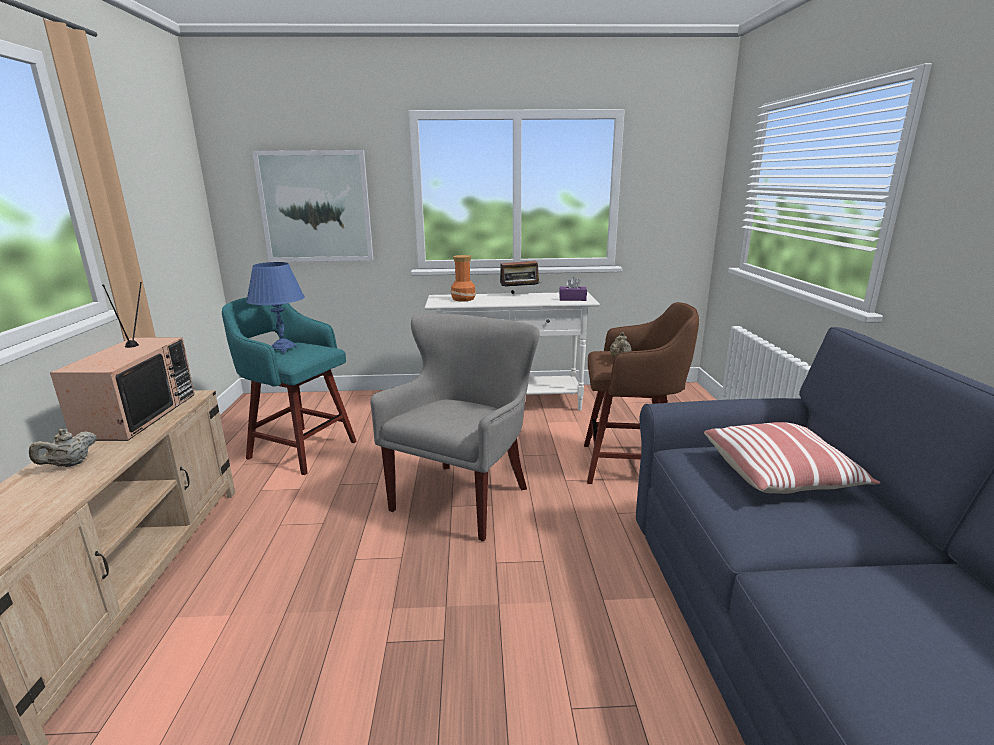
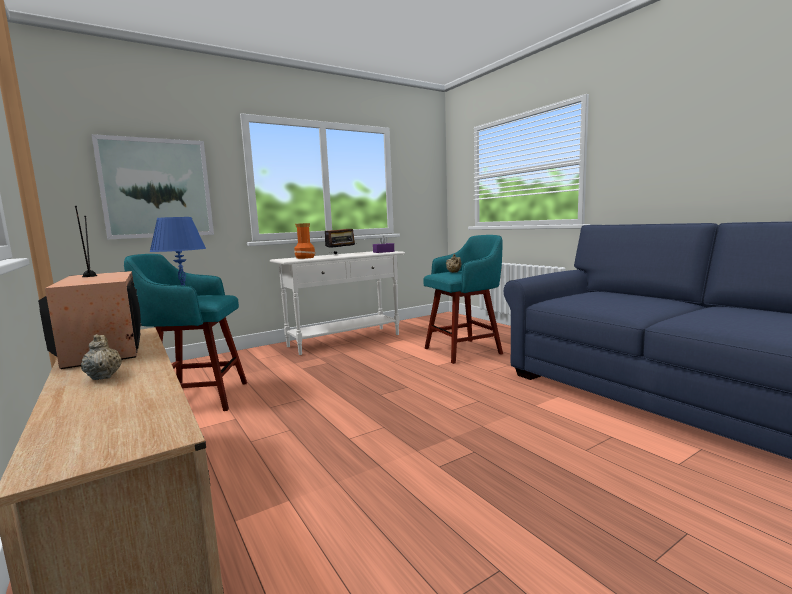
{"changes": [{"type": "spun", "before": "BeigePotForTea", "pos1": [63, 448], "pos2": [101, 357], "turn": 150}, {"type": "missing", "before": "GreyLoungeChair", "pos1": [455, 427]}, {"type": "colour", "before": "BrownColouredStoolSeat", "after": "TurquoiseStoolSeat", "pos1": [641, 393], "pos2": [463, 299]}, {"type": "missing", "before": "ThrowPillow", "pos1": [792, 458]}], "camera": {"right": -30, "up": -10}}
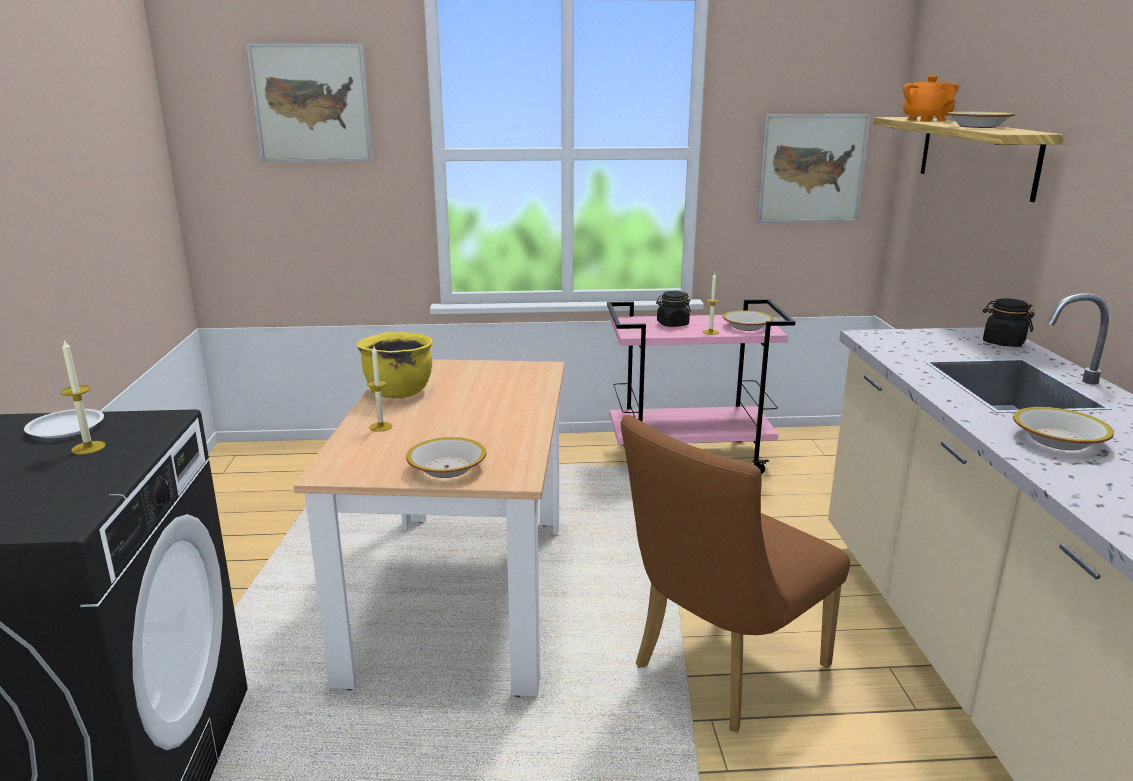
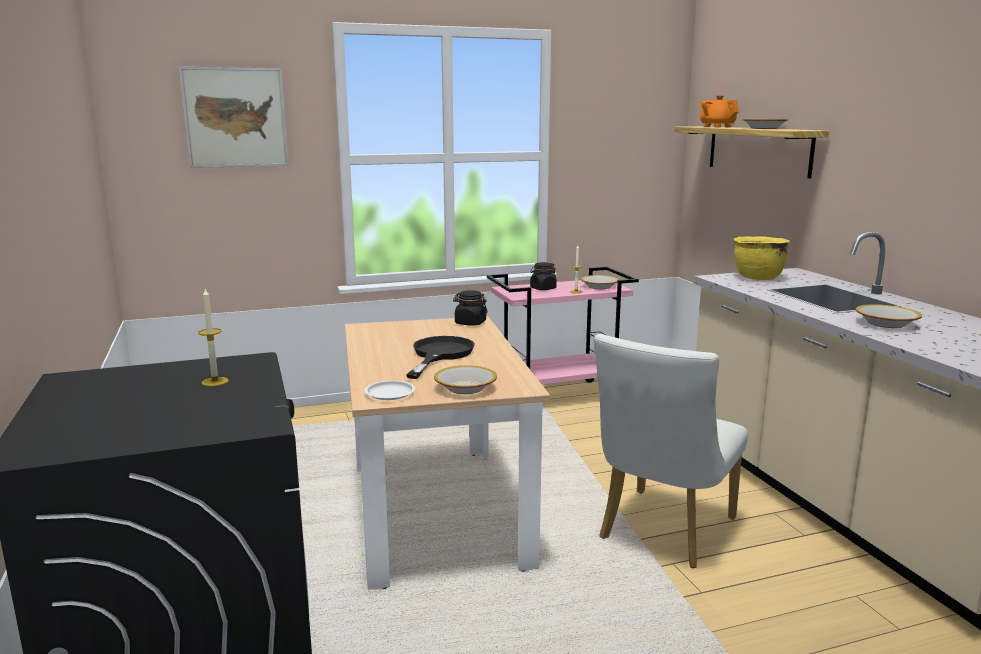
{"changes": [{"type": "relocated", "before": "WhitePlate", "pos1": [64, 423], "pos2": [390, 390]}, {"type": "relocated", "before": "YellowishSaucepot", "pos1": [394, 365], "pos2": [762, 258]}, {"type": "missing", "before": "WaxLight", "pos1": [380, 389]}, {"type": "colour", "before": "BrownColouredPlainChair", "after": "WhitePlainChair", "pos1": [735, 574], "pos2": [671, 451]}, {"type": "missing", "before": "Picture", "pos1": [814, 168]}, {"type": "relocated", "before": "BlackColouredPreserveJar", "pos1": [1009, 322], "pos2": [470, 308]}, {"type": "appeared", "after": "BlackColouredFryingPan", "pos2": [440, 357]}], "camera": {"right": -15, "up": -5}}
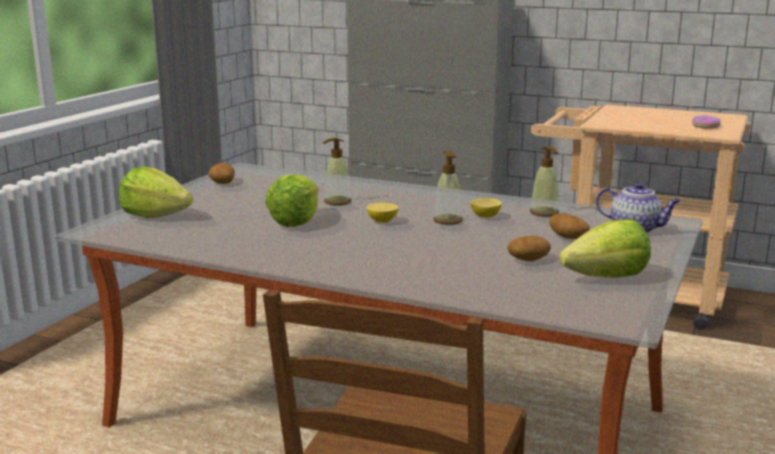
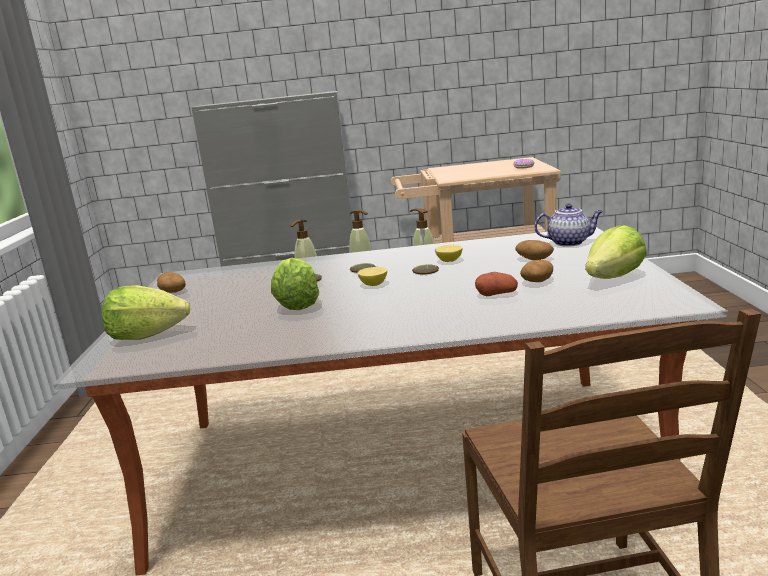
{"changes": [{"type": "relocated", "before": "SoapDispenser", "pos1": [544, 182], "pos2": [362, 241]}, {"type": "appeared", "after": "WholePotato", "pos2": [496, 284]}], "camera": {"right": -25, "up": 0}}
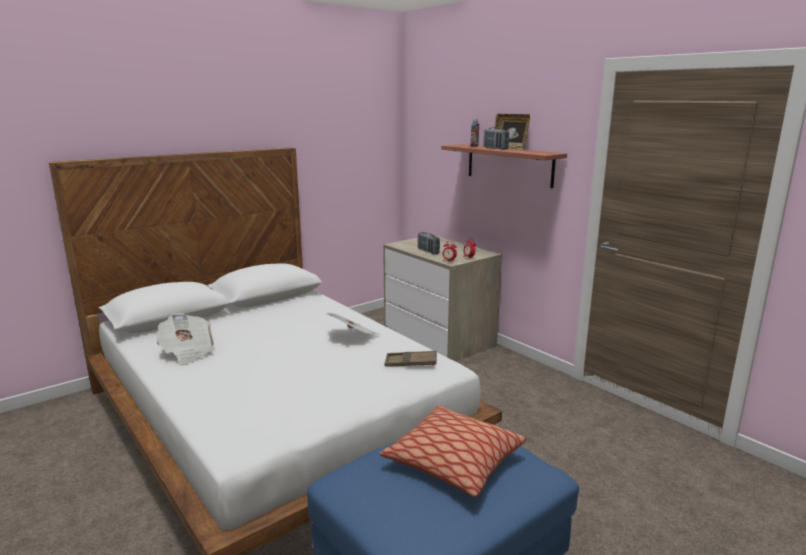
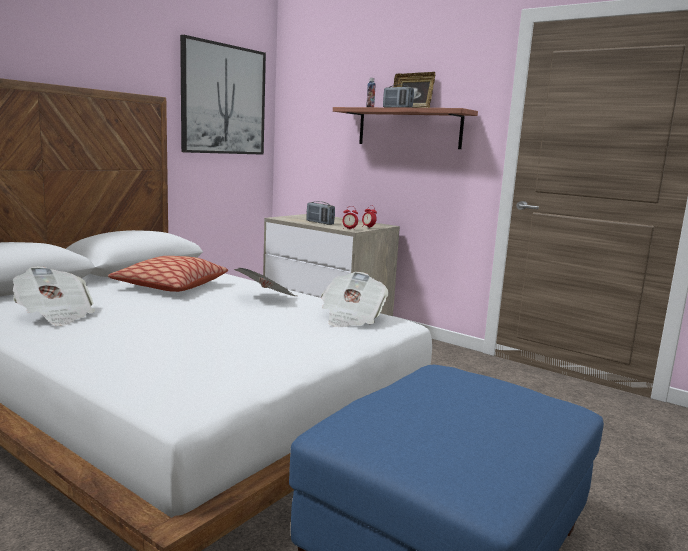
{"changes": [{"type": "relocated", "before": "ThrowPillow", "pos1": [453, 451], "pos2": [168, 274]}, {"type": "exchanged", "before": "BrownColouredTray", "after": "PrintedPaper", "pos1": [411, 358], "pos2": [355, 299]}, {"type": "appeared", "after": "Picture", "pos2": [223, 95]}], "camera": {"right": -15, "up": -5}}
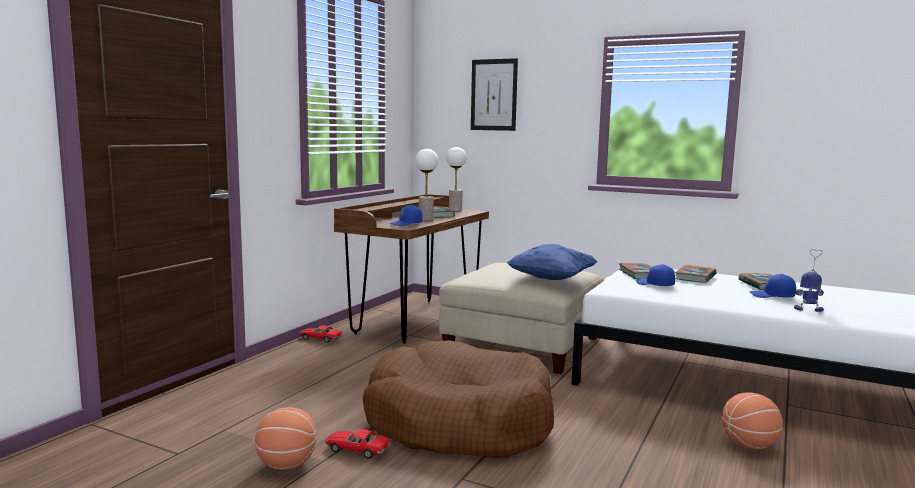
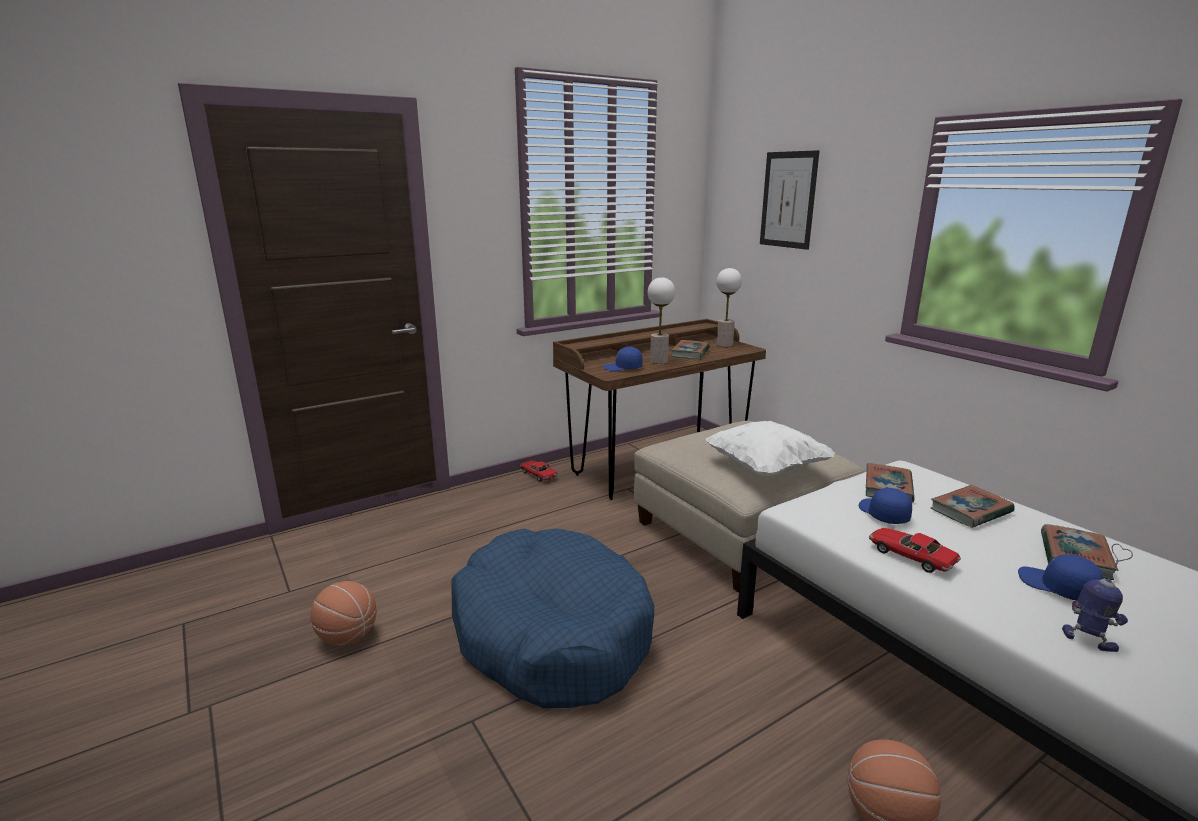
{"changes": [{"type": "relocated", "before": "ToyCar", "pos1": [358, 444], "pos2": [915, 550]}, {"type": "colour", "before": "BrownColouredDogCushion", "after": "BlueDogCushion", "pos1": [458, 399], "pos2": [552, 618]}, {"type": "colour", "before": "BlueThrowPillow", "after": "WhiteThrowPillow", "pos1": [552, 262], "pos2": [770, 449]}], "camera": {"right": 30, "up": 10}}
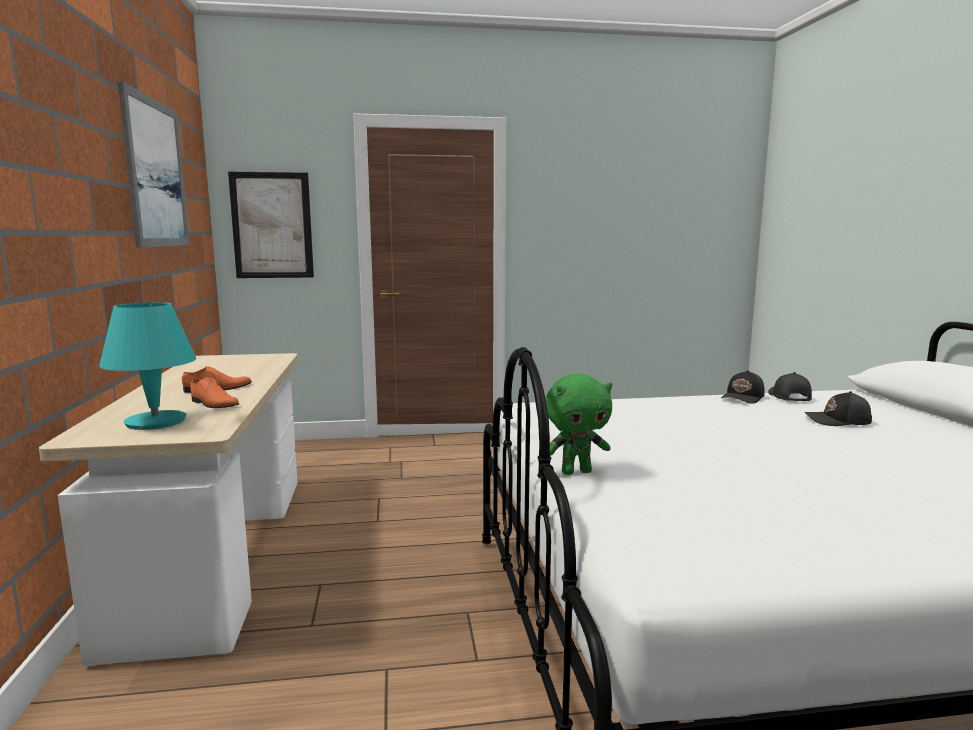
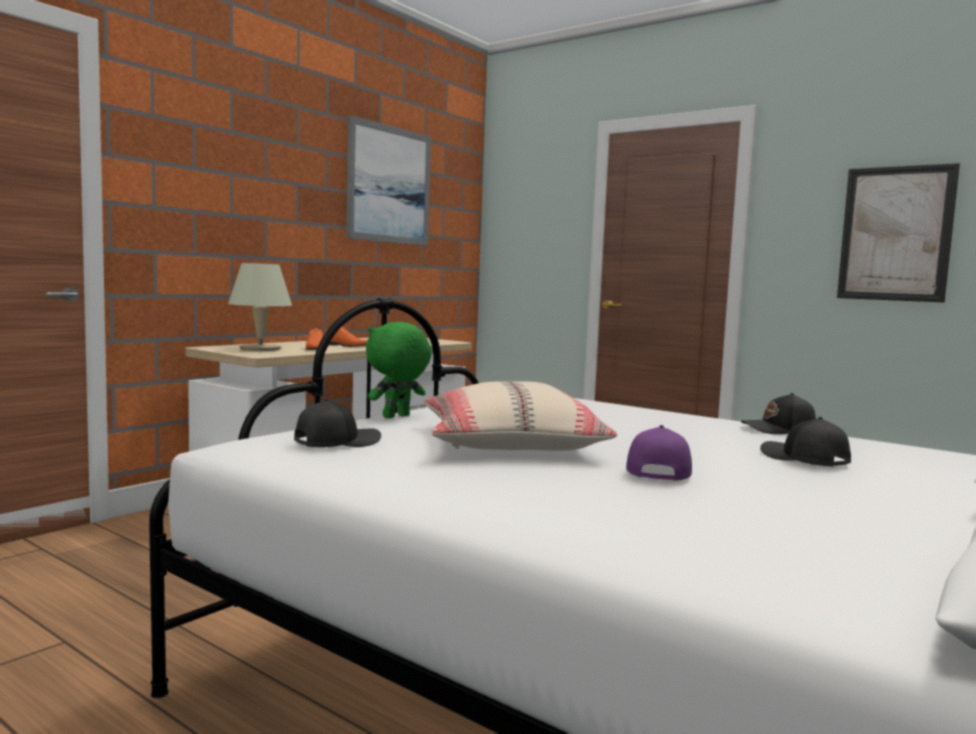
{"changes": [{"type": "colour", "before": "TurquoiseTableLamp", "after": "BeigeTableLamp", "pos1": [147, 366], "pos2": [260, 307]}, {"type": "relocated", "before": "Picture", "pos1": [271, 225], "pos2": [898, 232]}, {"type": "spun", "before": "GreenCuddlyToy", "pos1": [579, 424], "pos2": [399, 370], "turn": 105}, {"type": "relocated", "before": "BlackColouredCap", "pos1": [790, 386], "pos2": [337, 423]}, {"type": "appeared", "after": "BeigeThrowPillow", "pos2": [520, 416]}, {"type": "appeared", "after": "PurpleCap", "pos2": [659, 453]}], "camera": {"right": 45, "up": -5}}
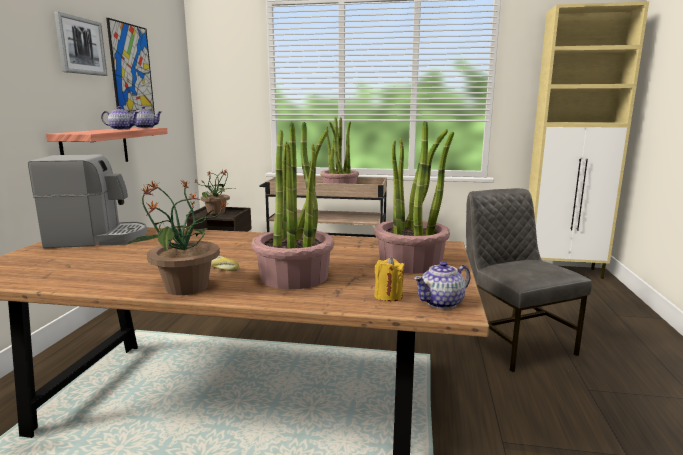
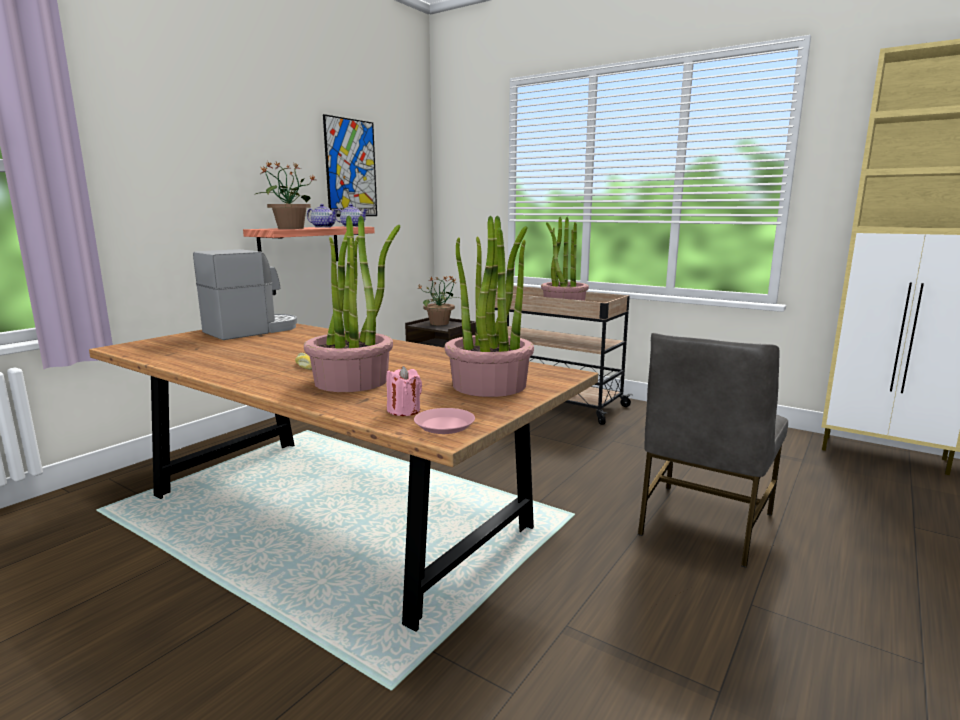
{"changes": [{"type": "spun", "before": "CoffeeMachine", "pos1": [87, 201], "pos2": [245, 294], "turn": -60}, {"type": "missing", "before": "Picture", "pos1": [80, 44]}, {"type": "relocated", "before": "PottedPlant", "pos1": [177, 237], "pos2": [285, 195]}, {"type": "colour", "before": "YellowishWaxLight", "after": "PinkColouredWaxLight", "pos1": [389, 279], "pos2": [404, 391]}, {"type": "exchanged", "before": "PotForTea", "after": "PinkColouredPlate", "pos1": [441, 285], "pos2": [444, 421]}, {"type": "spun", "before": "GreyPlainChair", "pos1": [529, 280], "pos2": [713, 450], "turn": -150}], "camera": {"right": 25, "up": 0}}
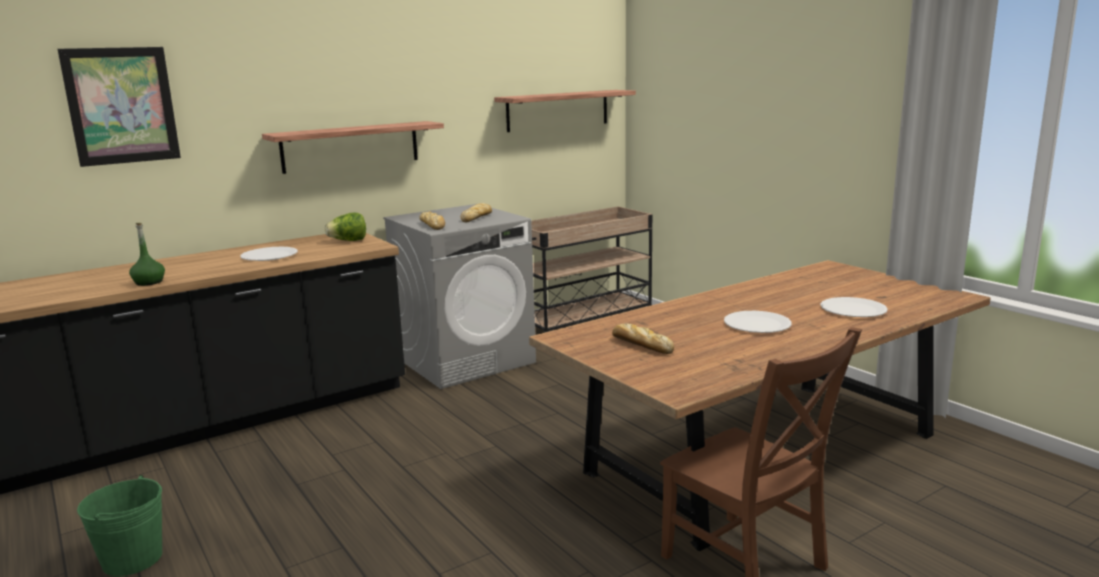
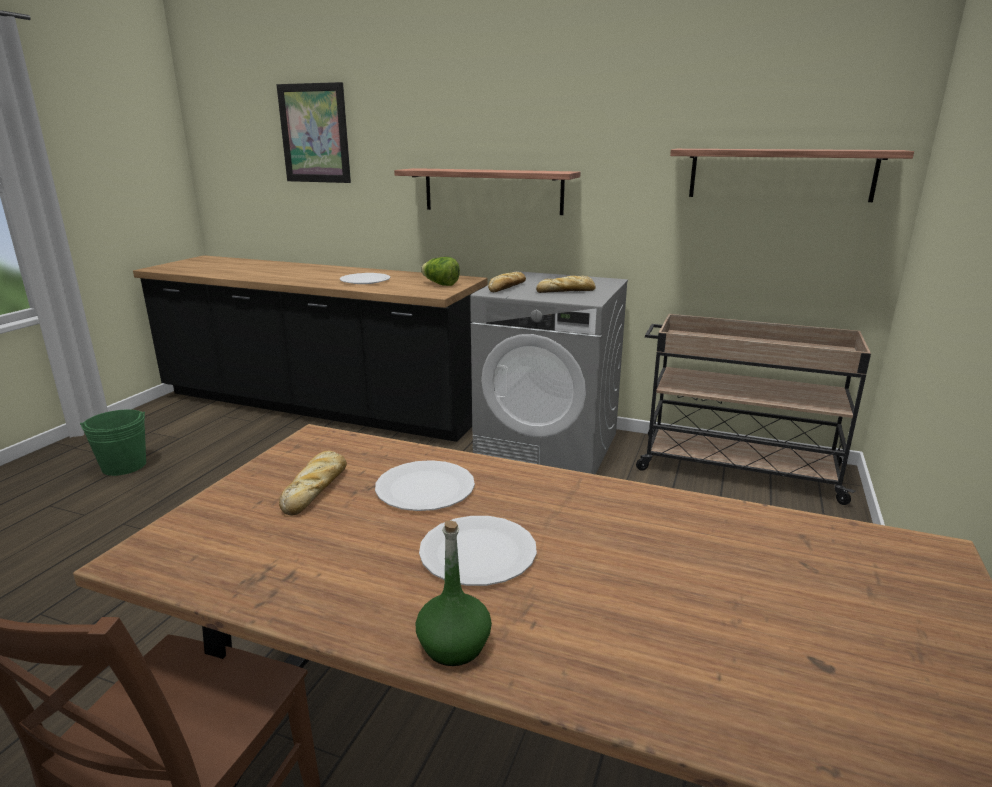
{"changes": [{"type": "relocated", "before": "GreenBottle", "pos1": [147, 254], "pos2": [454, 593]}, {"type": "relocated", "before": "WhitePlate", "pos1": [854, 307], "pos2": [425, 485]}], "camera": {"right": 55, "up": 5}}
